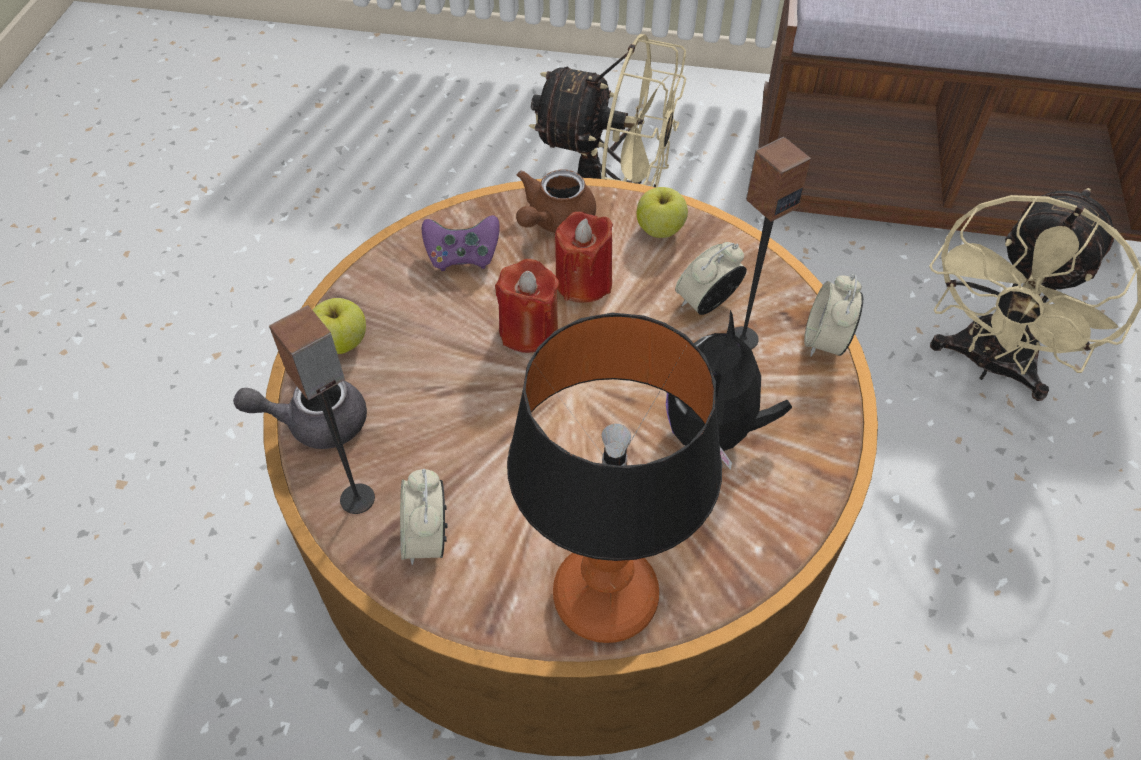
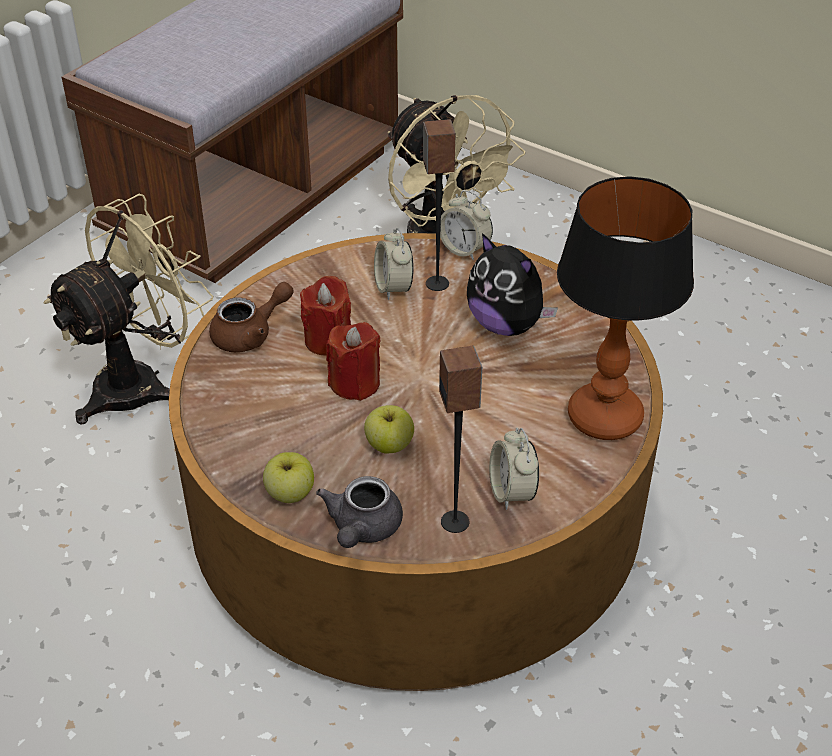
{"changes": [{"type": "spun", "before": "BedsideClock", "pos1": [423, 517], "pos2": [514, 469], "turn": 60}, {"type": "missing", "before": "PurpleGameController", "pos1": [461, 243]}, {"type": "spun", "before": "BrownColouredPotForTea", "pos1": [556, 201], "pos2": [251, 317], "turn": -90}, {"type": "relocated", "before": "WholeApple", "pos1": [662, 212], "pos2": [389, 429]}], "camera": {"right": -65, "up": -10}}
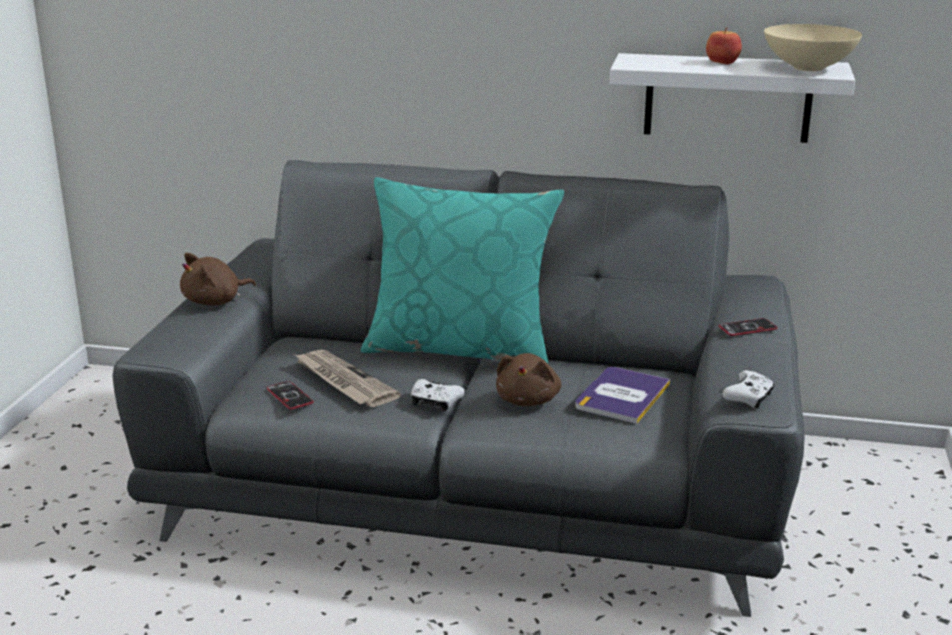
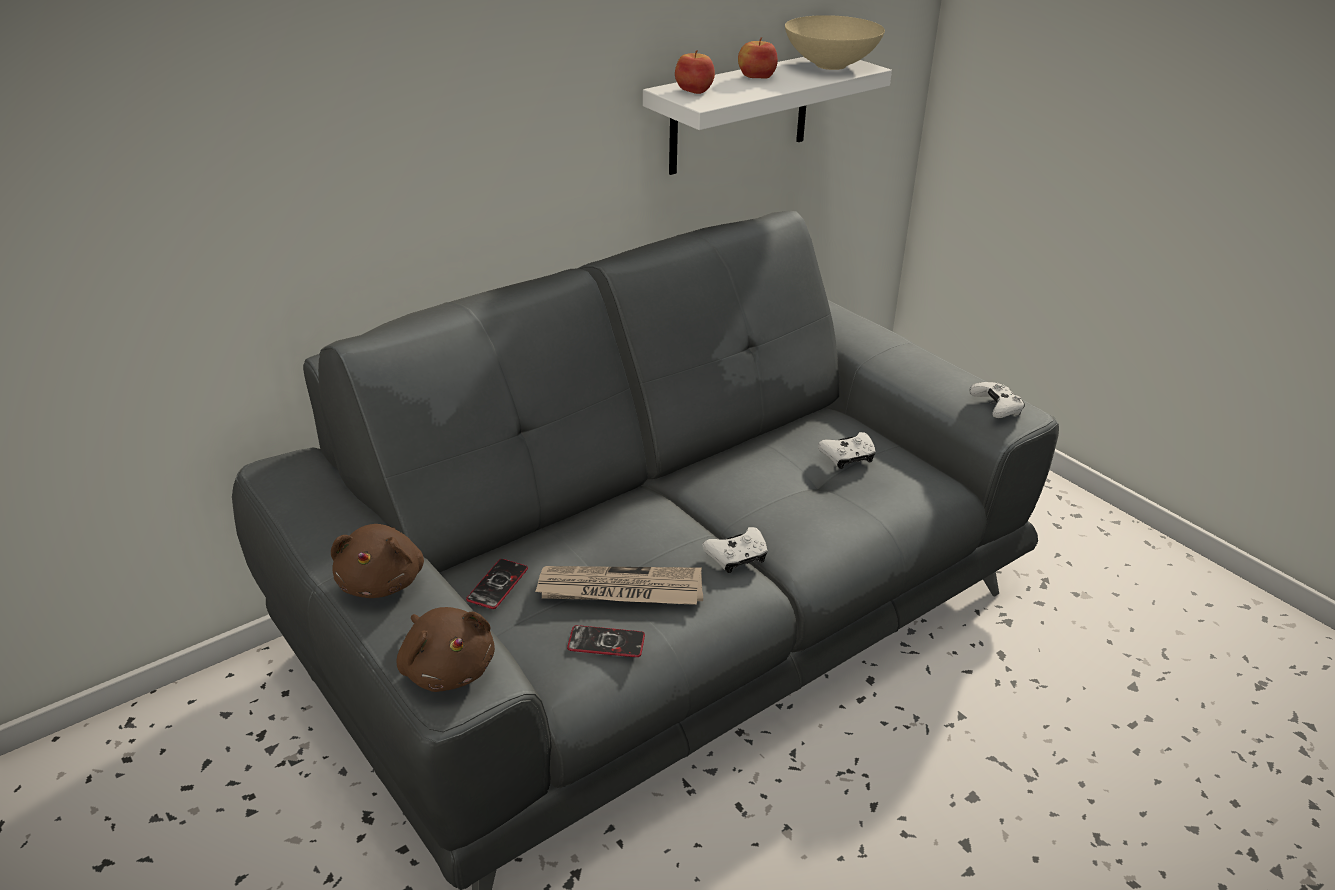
{"changes": [{"type": "missing", "before": "TurquoiseThrowPillow", "pos1": [462, 270]}, {"type": "relocated", "before": "BrownColouredCuddlyToy", "pos1": [528, 379], "pos2": [446, 649]}, {"type": "exchanged", "before": "Volume", "after": "WhiteGameController", "pos1": [622, 395], "pos2": [847, 450]}, {"type": "relocated", "before": "Phone", "pos1": [748, 327], "pos2": [497, 584]}, {"type": "appeared", "after": "WholeApple", "pos2": [695, 72]}], "camera": {"right": -50, "up": 10}}
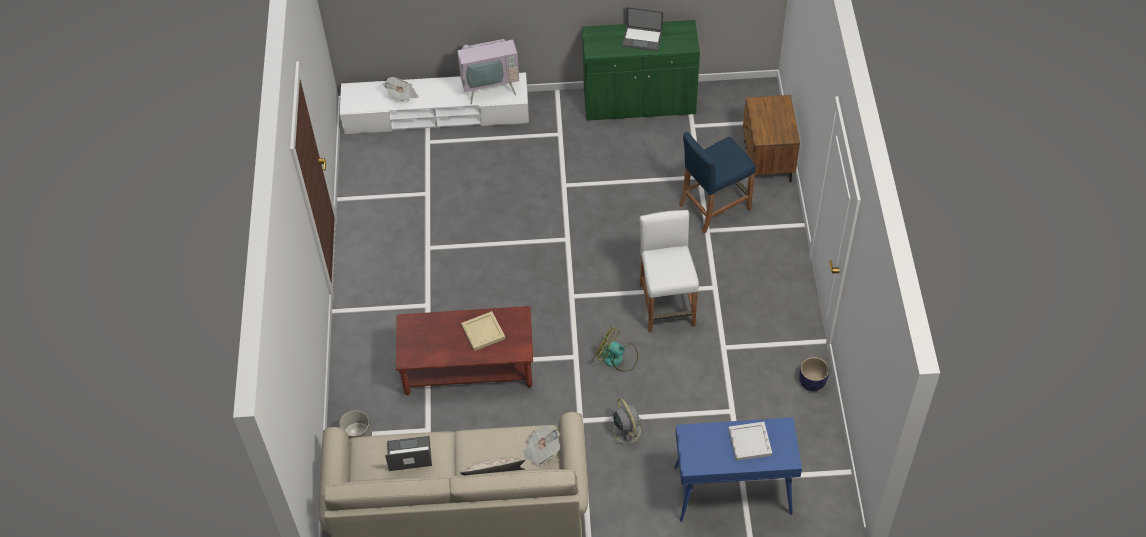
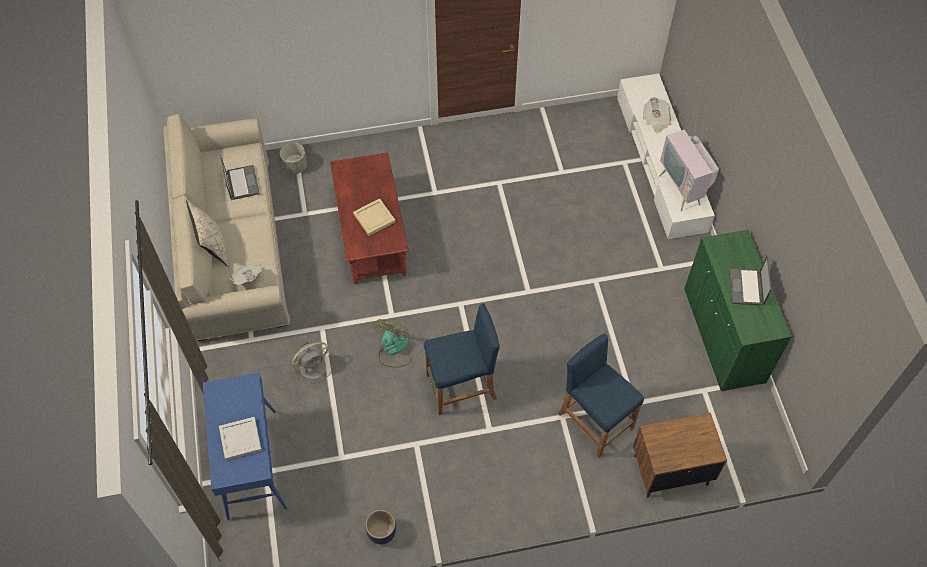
{"changes": [{"type": "colour", "before": "WhiteStoolSeat", "after": "BlueStoolSeat", "pos1": [669, 271], "pos2": [462, 359]}], "camera": {"right": 80, "up": 5}}
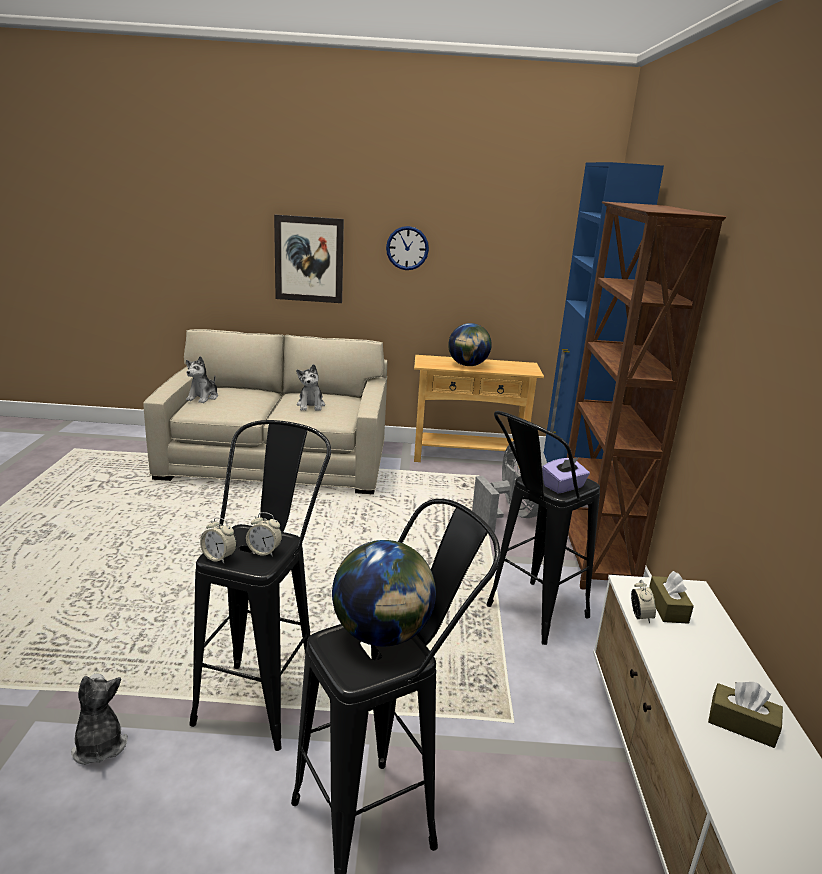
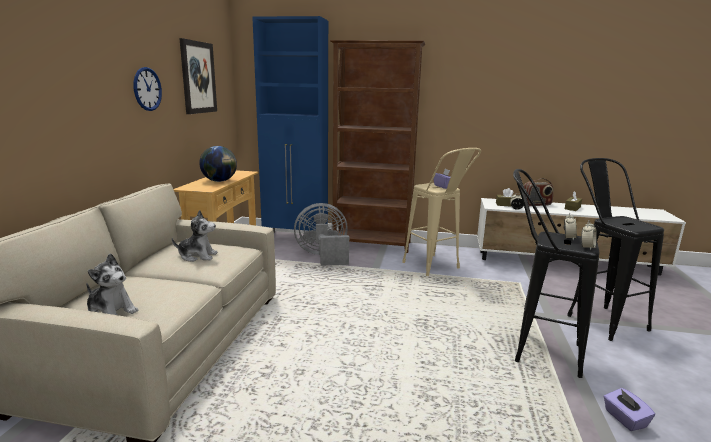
{"changes": [{"type": "exchanged", "before": "CuddlyToy", "after": "PurpleBoxOfTissues", "pos1": [99, 719], "pos2": [629, 409]}, {"type": "relocated", "before": "Picture", "pos1": [309, 259], "pos2": [198, 76]}, {"type": "missing", "before": "DeskGlobe", "pos1": [384, 593]}, {"type": "colour", "before": "BlackColouredStoolSeat", "after": "BeigeStoolSeat", "pos1": [543, 528], "pos2": [441, 212]}, {"type": "appeared", "after": "RadioReceiver", "pos2": [539, 192]}], "camera": {"right": -80, "up": -5}}
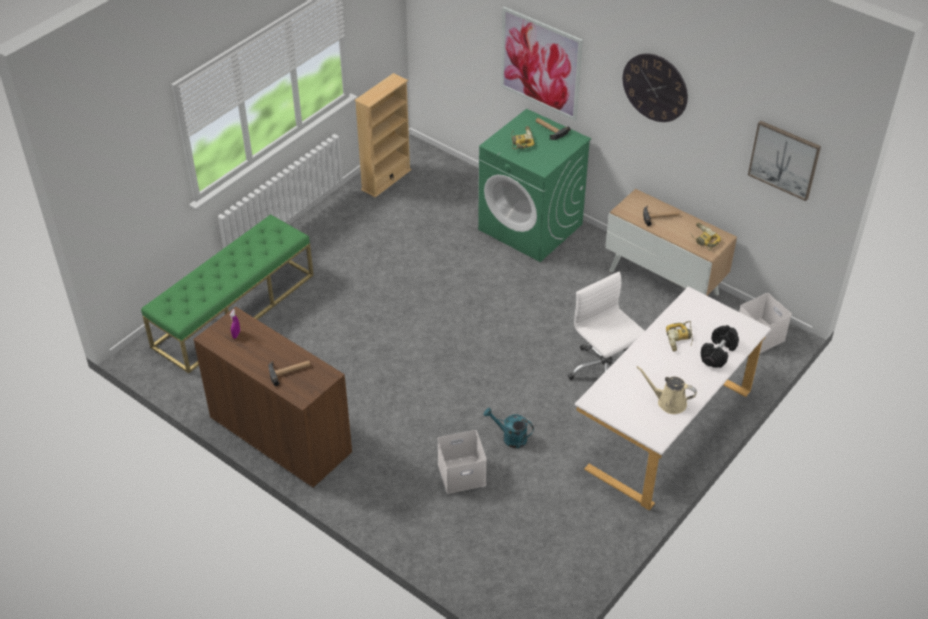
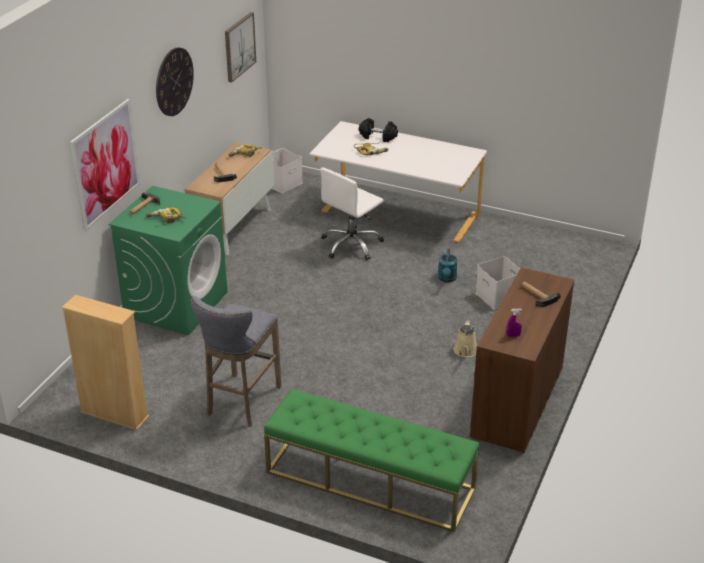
{"changes": [{"type": "relocated", "before": "BeigeWateringCan", "pos1": [666, 390], "pos2": [465, 338]}, {"type": "appeared", "after": "GreyStoolSeat", "pos2": [236, 361]}], "camera": {"right": -105, "up": -10}}
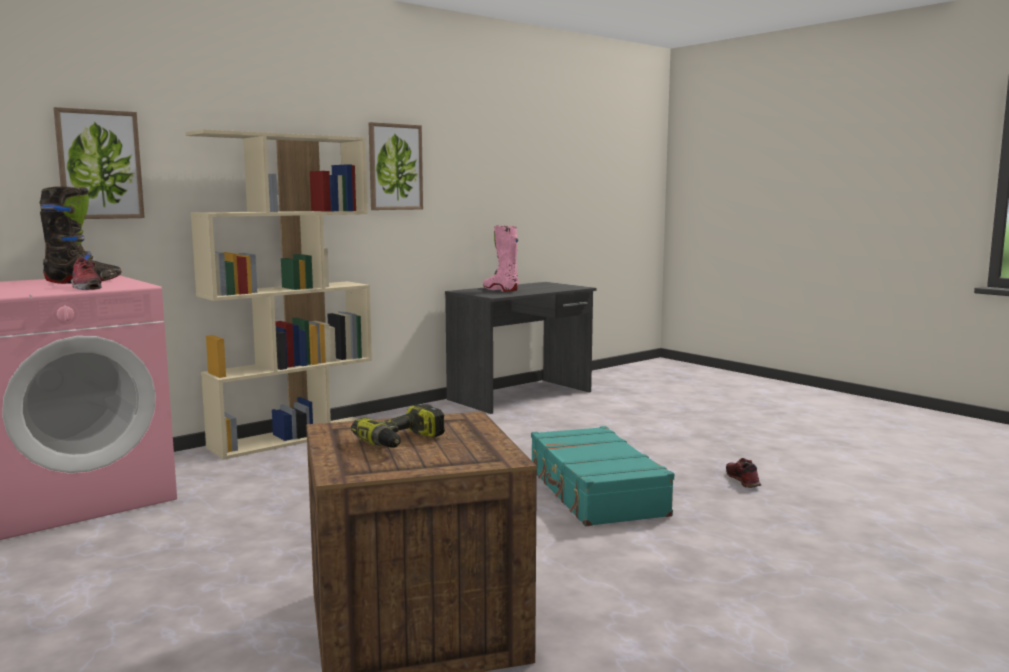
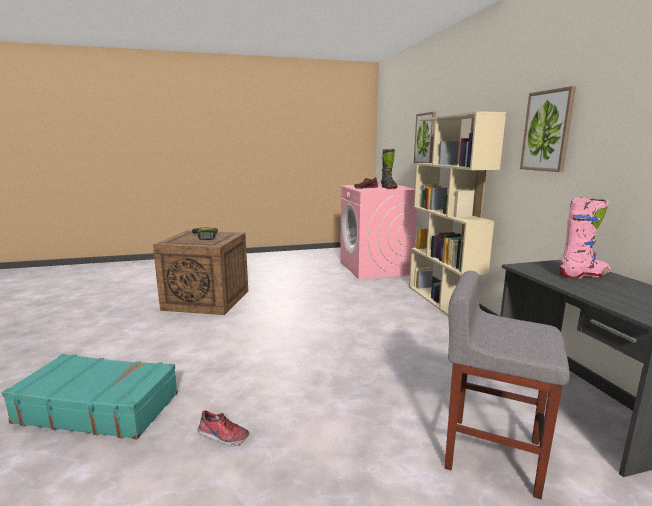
{"changes": [{"type": "relocated", "before": "TurquoiseTravelCase", "pos1": [602, 476], "pos2": [90, 397]}, {"type": "appeared", "after": "GreyStoolSeat", "pos2": [507, 385]}], "camera": {"right": 115, "up": 5}}
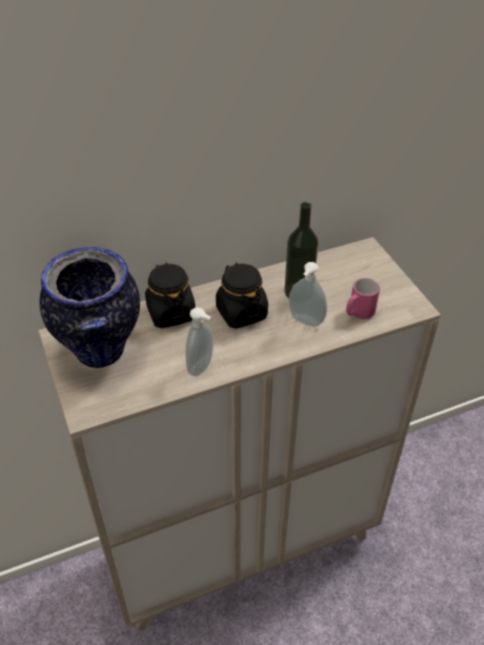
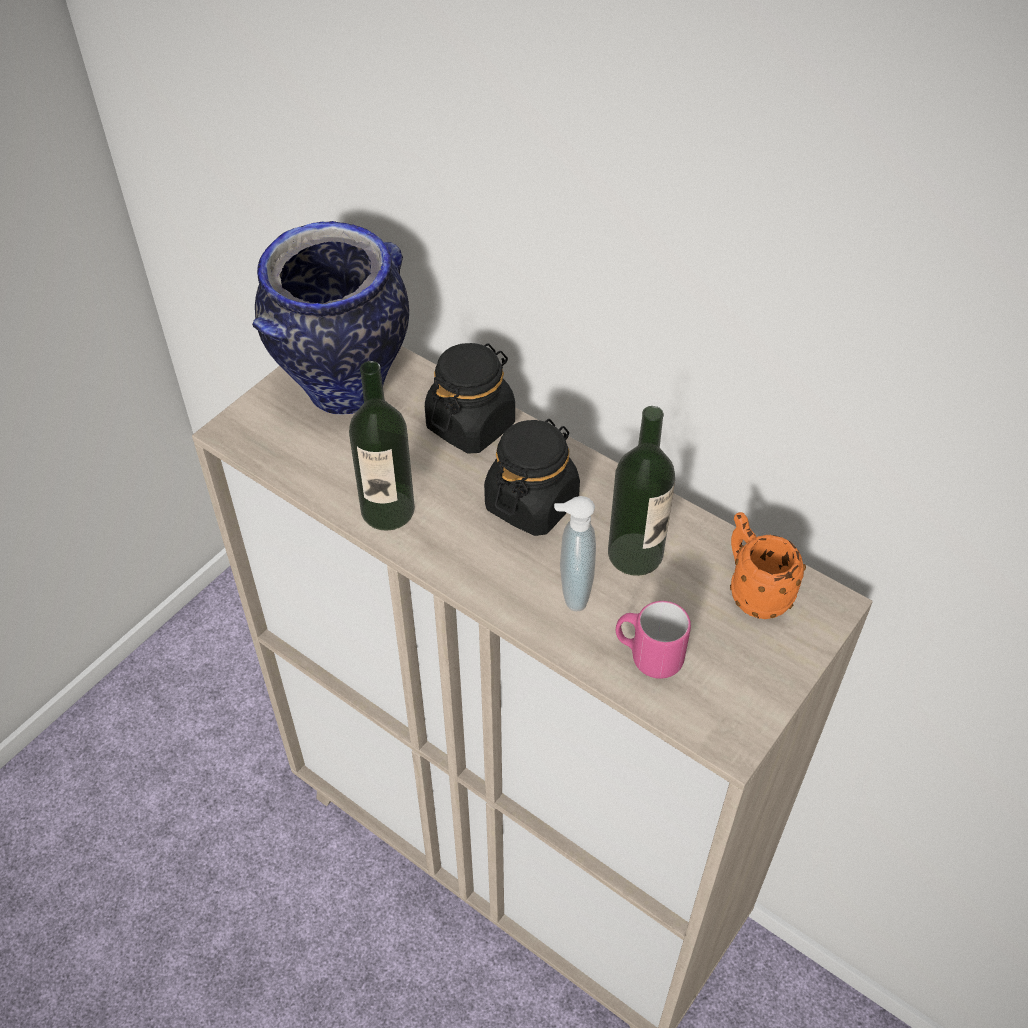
{"changes": [{"type": "exchanged", "before": "SoapDispenser", "after": "Bottle", "pos1": [199, 341], "pos2": [382, 446]}, {"type": "appeared", "after": "OrangeColouredCoffeeMug", "pos2": [768, 565]}], "camera": {"right": 60, "up": 5}}
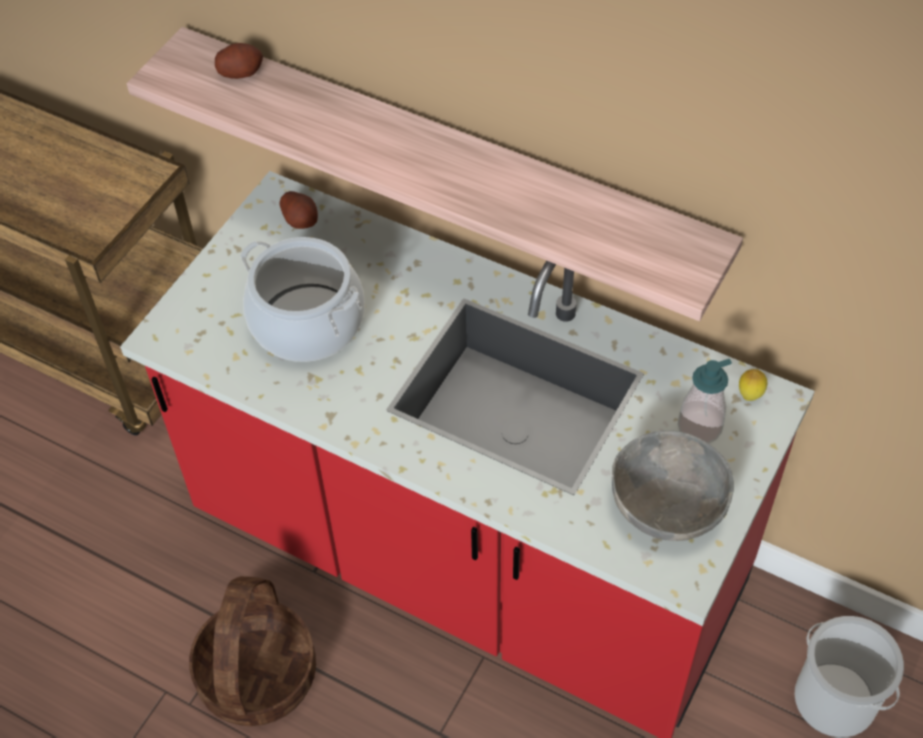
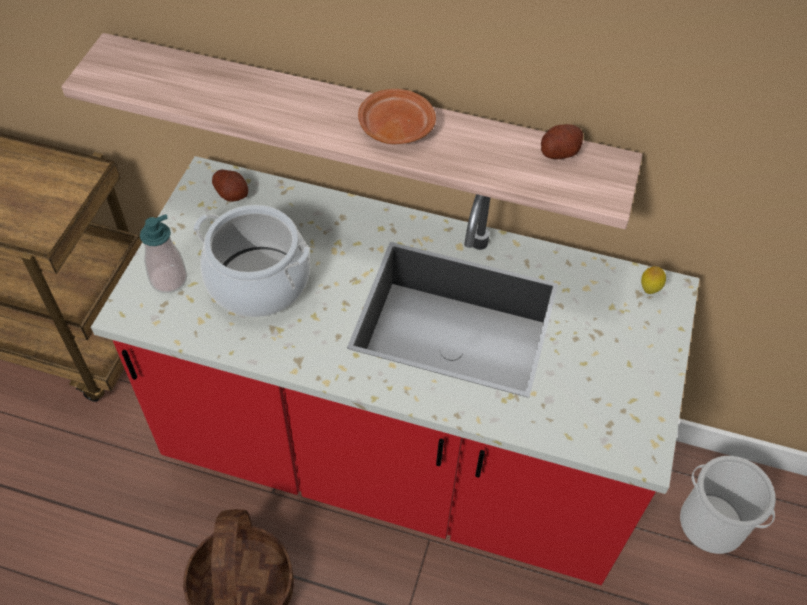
{"changes": [{"type": "relocated", "before": "WholePotato", "pos1": [239, 61], "pos2": [562, 141]}, {"type": "missing", "before": "GreyBowl", "pos1": [673, 485]}, {"type": "relocated", "before": "SoapDispenser", "pos1": [705, 401], "pos2": [163, 253]}, {"type": "appeared", "after": "BrownColouredPlate", "pos2": [397, 116]}], "camera": {"right": -15, "up": 0}}
